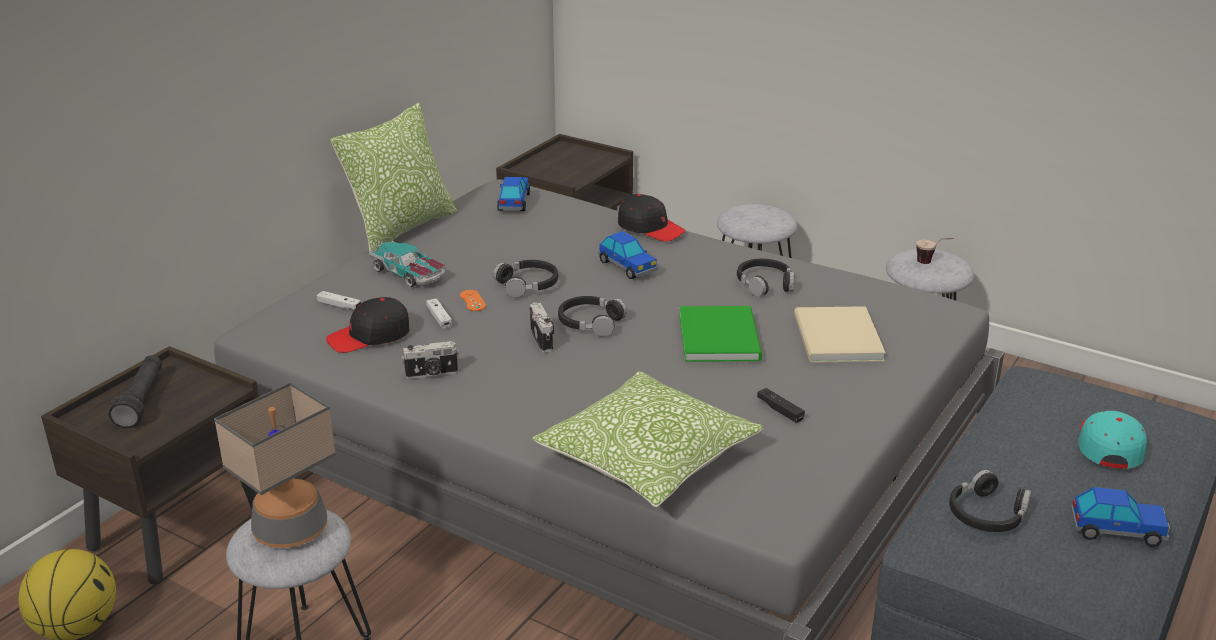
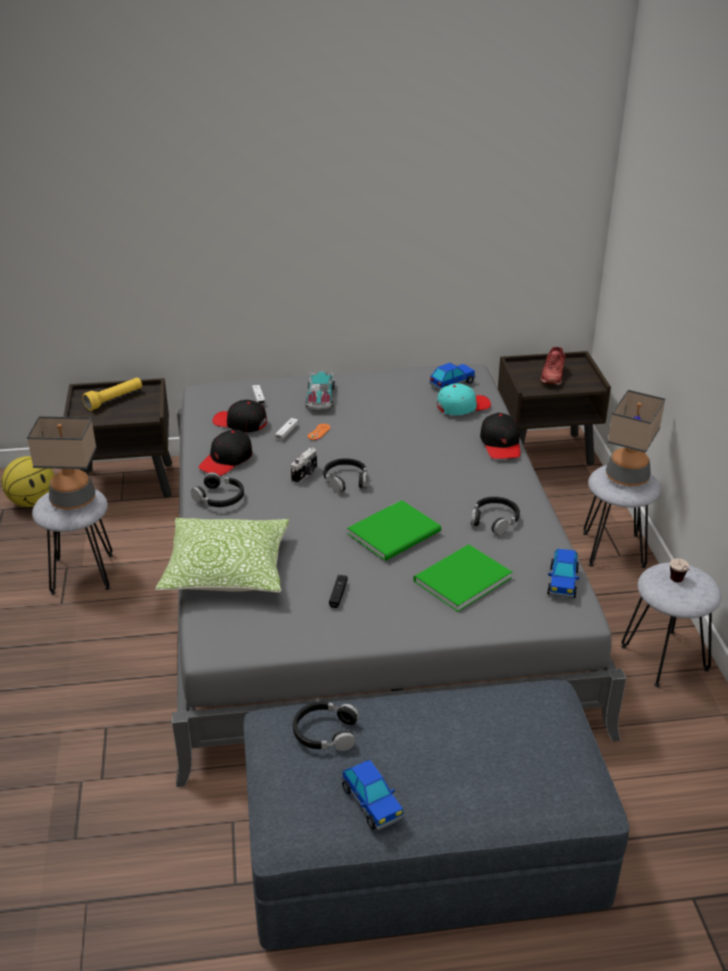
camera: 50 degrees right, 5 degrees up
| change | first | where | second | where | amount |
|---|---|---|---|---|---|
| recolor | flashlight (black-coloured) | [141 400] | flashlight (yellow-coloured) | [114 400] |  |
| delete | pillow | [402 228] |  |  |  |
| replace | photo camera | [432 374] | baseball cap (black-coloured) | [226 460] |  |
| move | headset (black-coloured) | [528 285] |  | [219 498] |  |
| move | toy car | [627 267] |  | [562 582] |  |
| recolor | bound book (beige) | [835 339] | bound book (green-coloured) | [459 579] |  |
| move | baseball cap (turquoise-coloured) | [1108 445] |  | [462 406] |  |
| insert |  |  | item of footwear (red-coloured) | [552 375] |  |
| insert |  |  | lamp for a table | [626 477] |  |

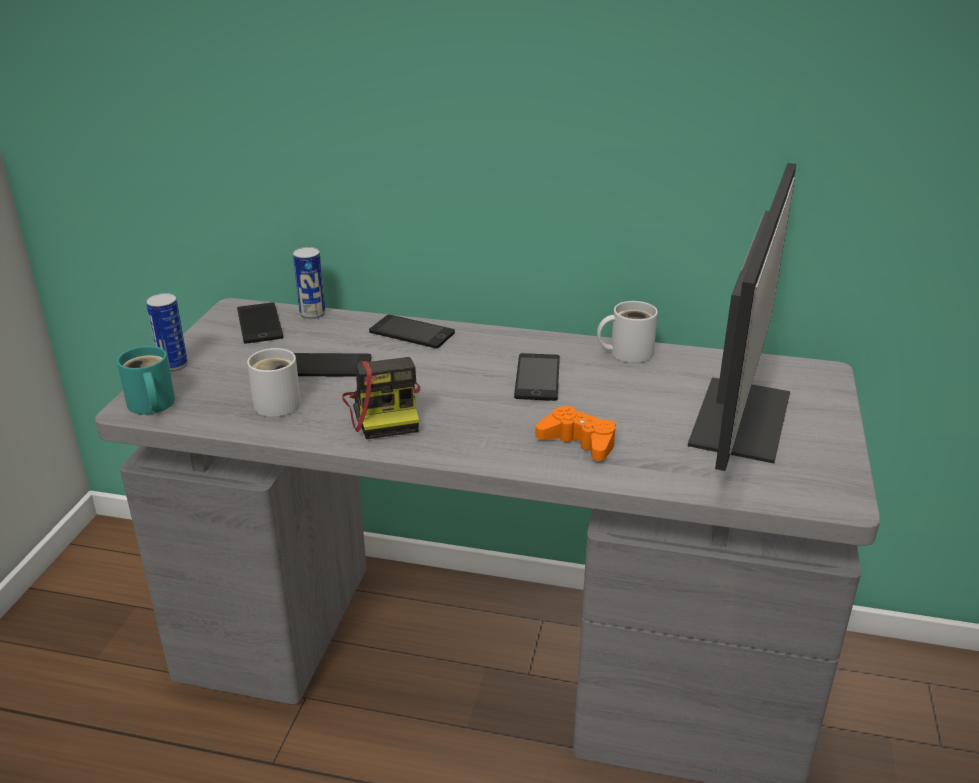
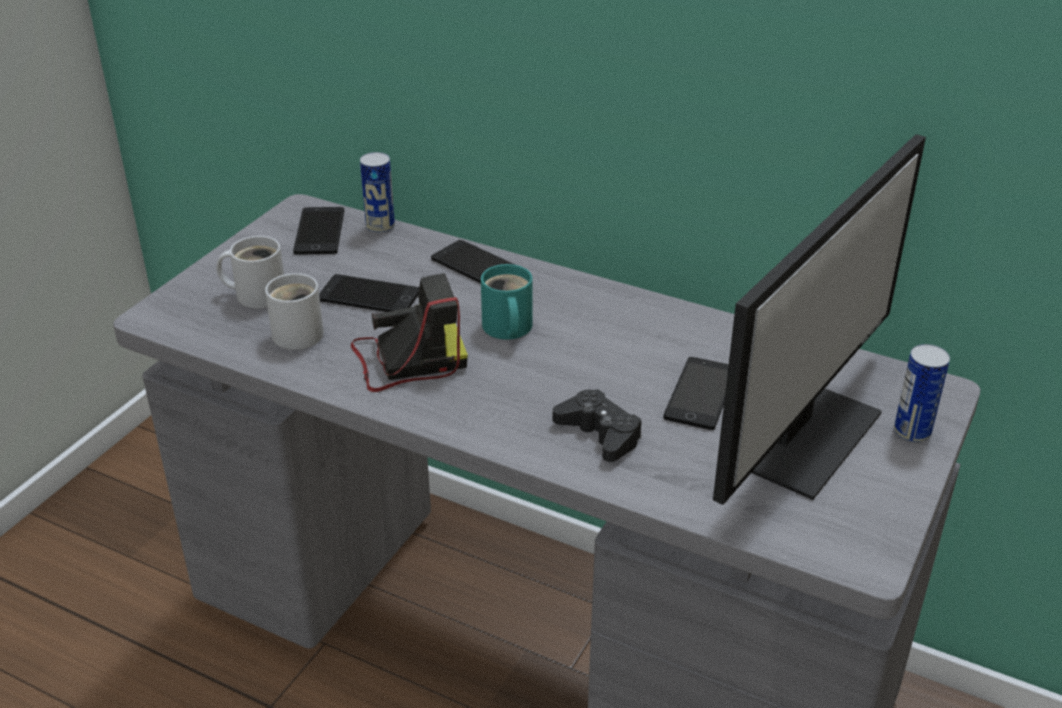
camera: 15 degrees right, 5 degrees up
| change | first | where | second | where | amount |
|---|---|---|---|---|---|
| move | mug (turquoise-coloured) | [150 405] |  | [506 328] |  |
| move | sealed can | [173 366] |  | [912 432] |  |
| rotate | photo camera | [385 411] |  | [407 360] | 105 degrees counterclockwise |
| move | telephone | [537 378] |  | [700 394] |  |
| recolor | joypad (orange) | [578 442] | joypad (black-coloured) | [599 433] |  |
| move | mug (white) | [627 352] |  | [257 293] |  |

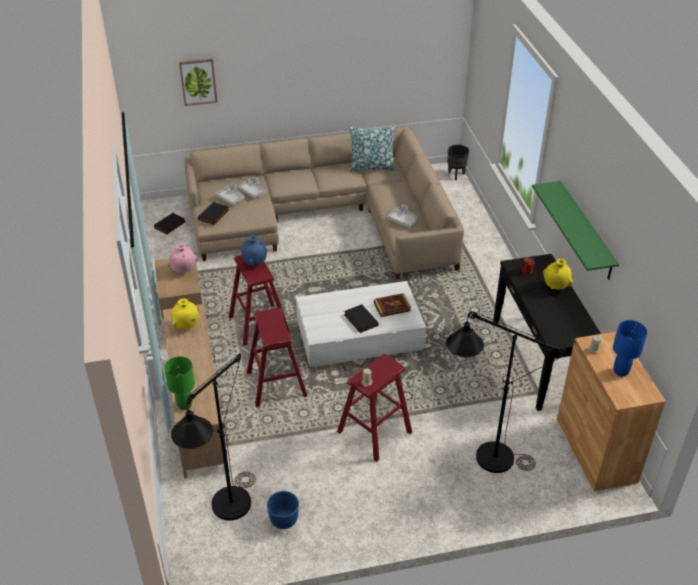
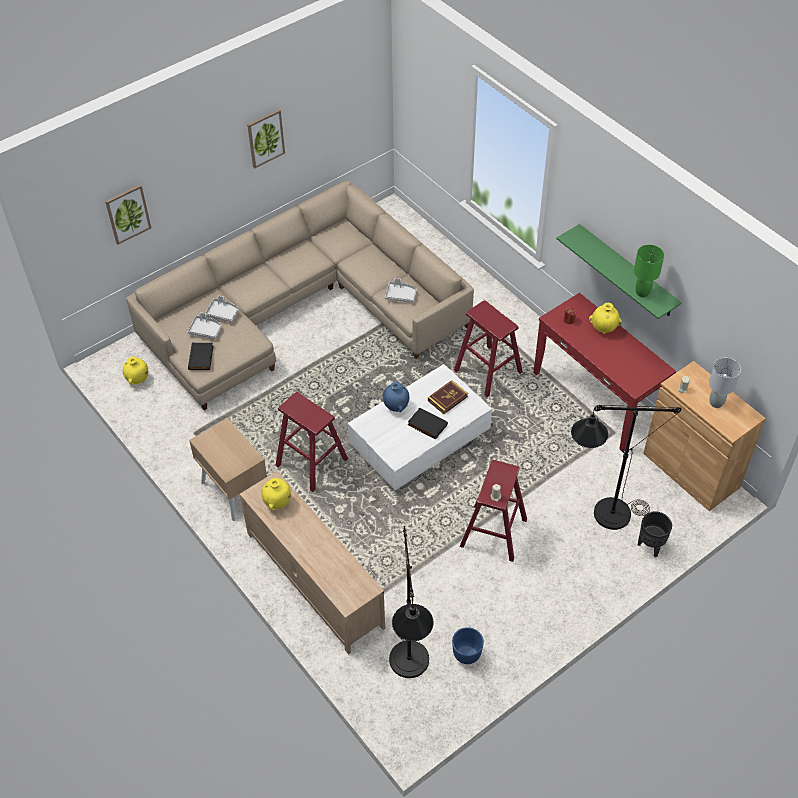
camera: 25 degrees left, 10 degrees up
| change | first | where | second | where | amount |
|---|---|---|---|---|---|
| replace | bound book (black-coloured) | [170 225] | decorative vase (yellow-coloured) | [138 380] |  |
| move | lamp for a table (green-coloured) | [184 405] |  | [642 293] |  |
| delete | decorative vase (pink-coloured) | [184 270] |  |  |  |
| move | decorative vase (blue) | [255 263] |  | [396 406] |  |
| move | stool (red-coloured) | [276 384] |  | [488 371] |  |
| delete | pillow | [371 166] |  |  |  |
| move | flower pot (black-coloured) | [456 175] |  | [650 546] |  |
| recolor | console table (black-coloured) | [539 360] | console table (red-coloured) | [596 398] |  |
| recolor | lamp for a table (blue) | [621 371] | lamp for a table (grey) | [716 403] |  |
| insert |  |  | wall art | [265 138] |  |

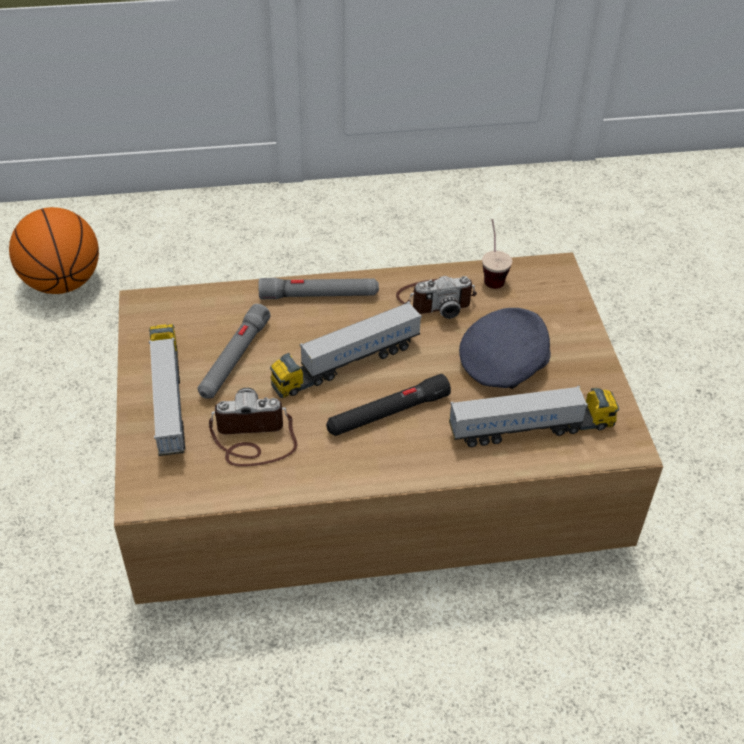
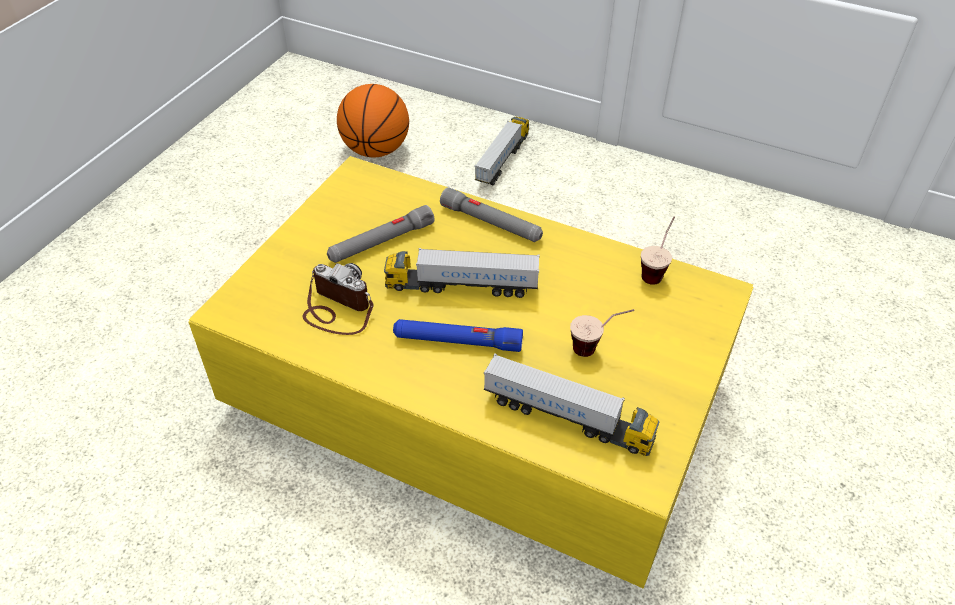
camera: 35 degrees right, 0 degrees up
| change | first | where | second | where | amount |
|---|---|---|---|---|---|
| recolor | lounge table (brown) | [367 471] | lounge table (yellow-coloured) | [474 395] |  |
| move | toy lorry | [169 401] |  | [502 160] |  |
| recolor | flashlight (black-coloured) | [388 413] | flashlight (blue) | [457 341] |  |
| delete | photo camera | [435 300] |  |  |  |
| replace | baseball cap (grey) | [503 361] | cup | [597 348] |  |

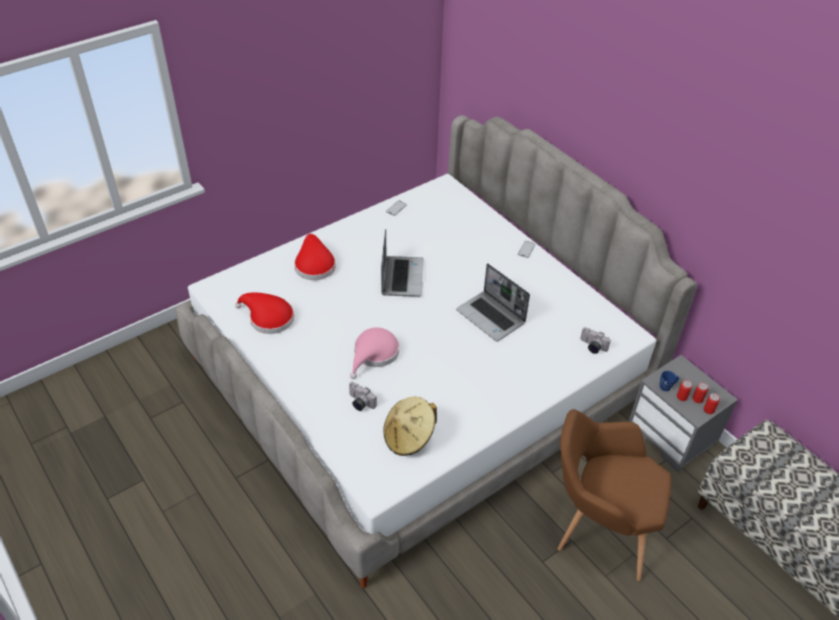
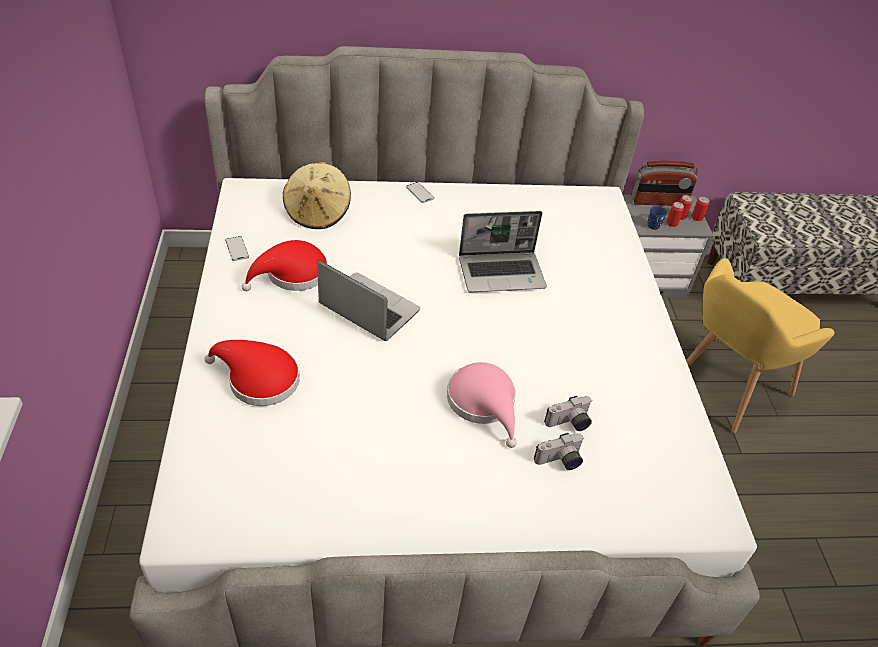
camera: 60 degrees left, 0 degrees up
| change | first | where | second | where | amount |
|---|---|---|---|---|---|
| move | hat (red-coloured) | [268 318] |  | [292 274] |  |
| move | hat (beige) | [409 437] |  | [318 213] |  |
| recolor | lounge chair (brown) | [597 529] | lounge chair (yellow-coloured) | [722 389] |  |
| move | photo camera | [592 347] |  | [569 424] |  |
| insert |  |  | radio receiver | [658 201] |  |

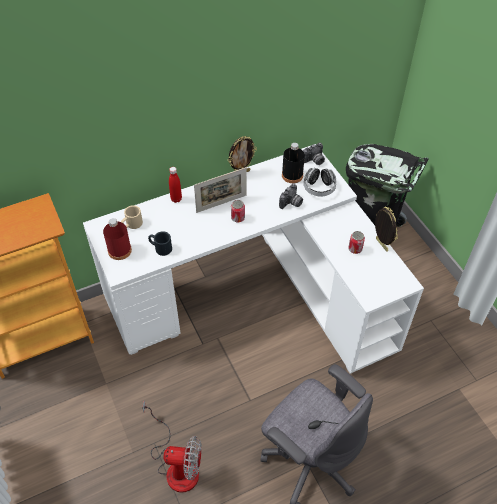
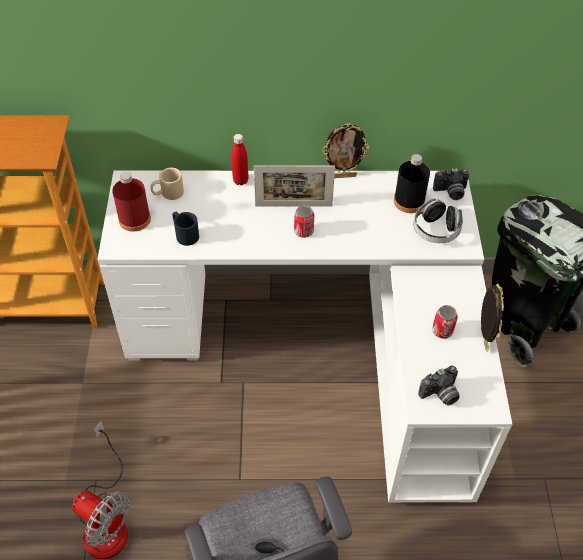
camera: 25 degrees right, 0 degrees up
| change | first | where | second | where | amount |
|---|---|---|---|---|---|
| move | photo camera | [291 203] |  | [440 395] |  |

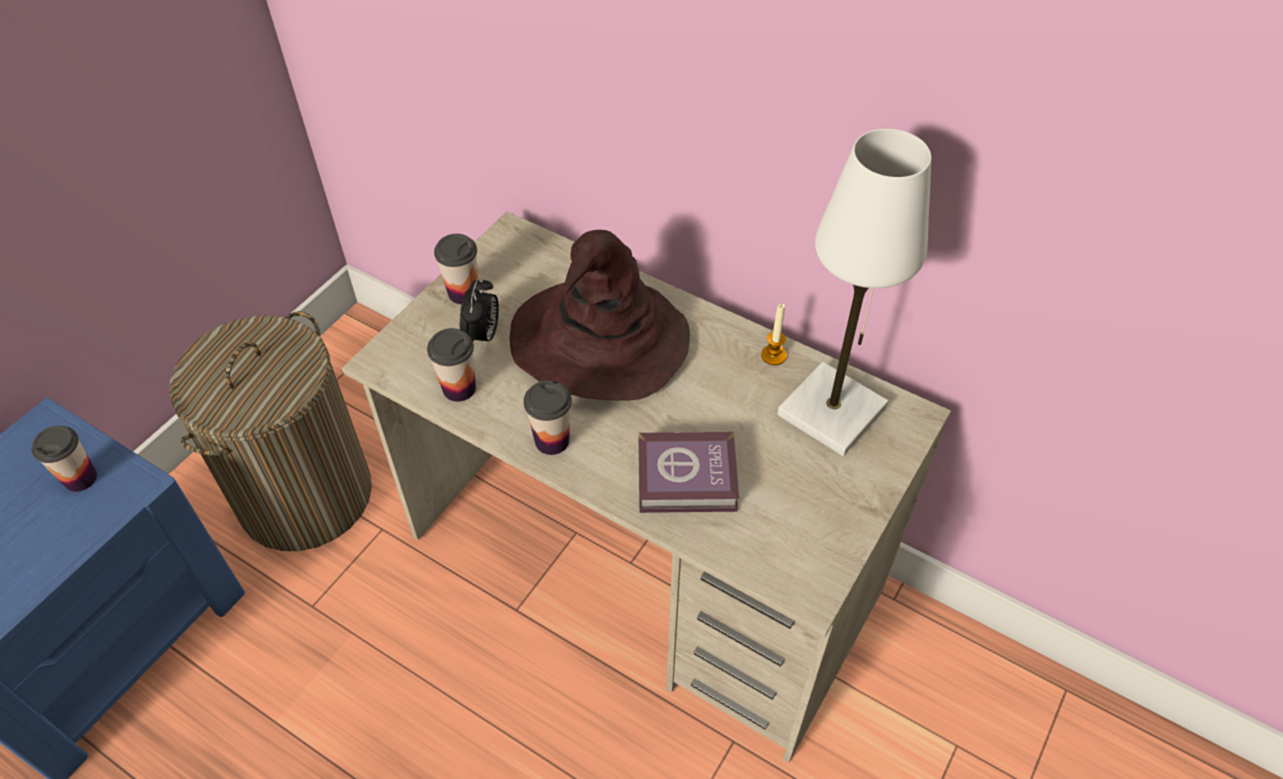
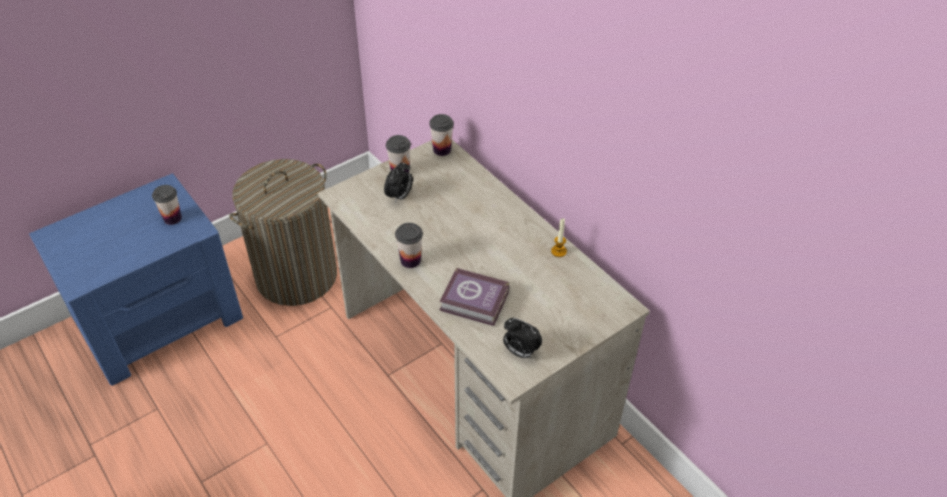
camera: 20 degrees right, 5 degrees down
| change | first | where | second | where | amount |
|---|---|---|---|---|---|
| move | cup | [459 388] |  | [442 150] |  |
| delete | hat (brown) | [598 342] |  |  |  |
| delete | lamp for a table (white) | [832 411] |  |  |  |
| insert |  |  | table clock | [520 352] |  |

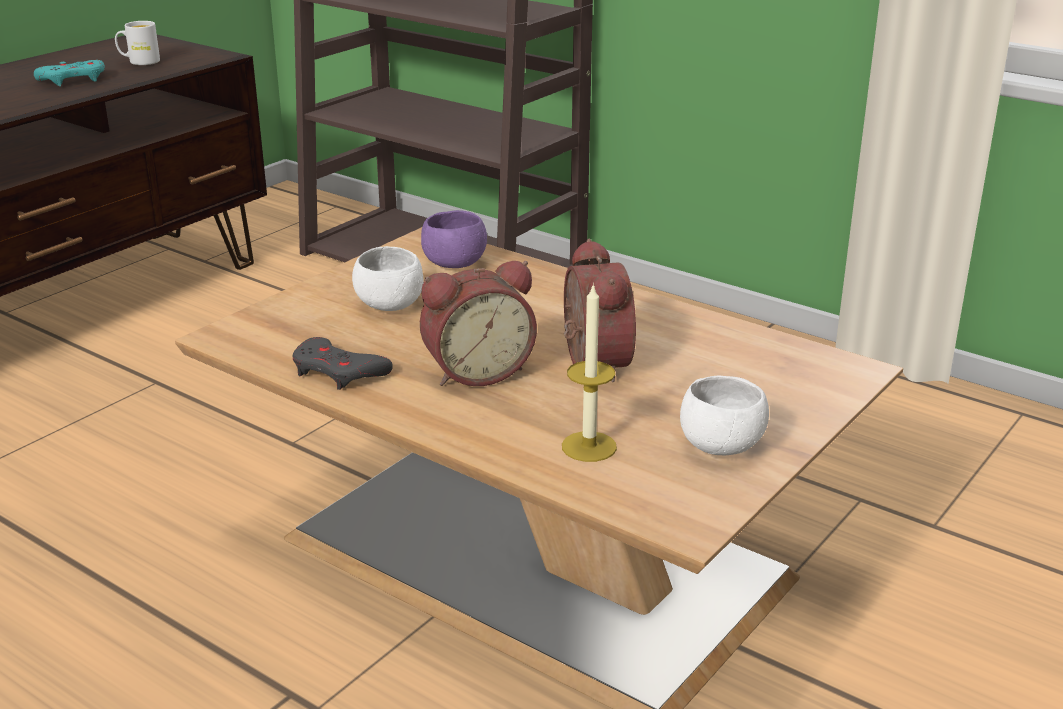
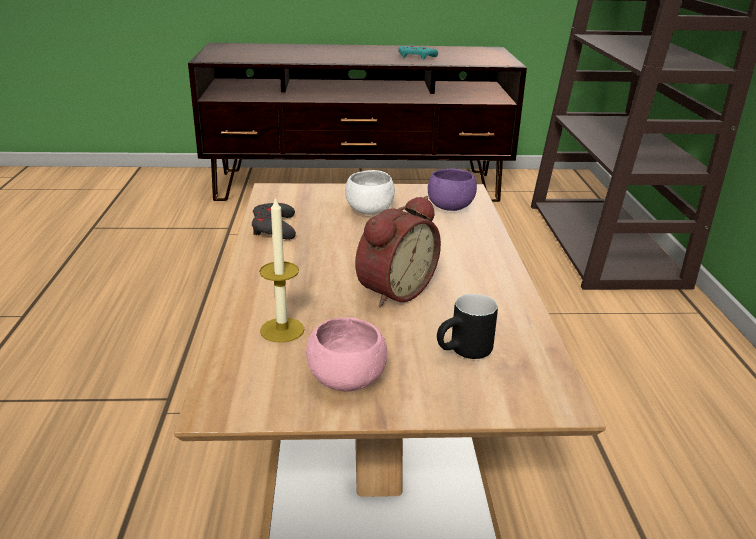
camera: 50 degrees right, 0 degrees up
| change | first | where | second | where | amount |
|---|---|---|---|---|---|
| delete | mug (white) | [139 62] |  |  |  |
| delete | table clock | [476 371] |  |  |  |
| recolor | bowl (white) | [721 446] | bowl (pink-coloured) | [347 380] |  |
| insert |  |  | mug (black-coloured) | [465 354] |  |

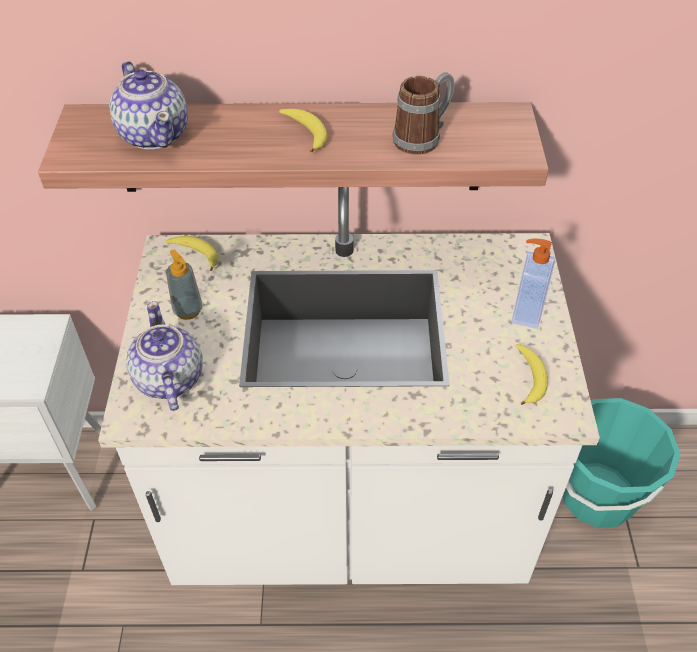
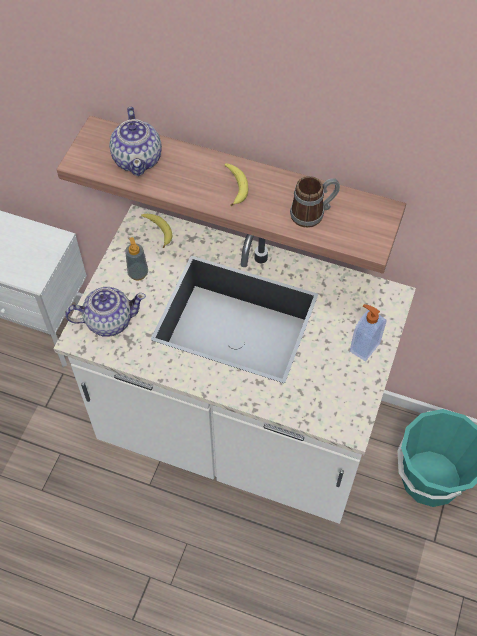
camera: 20 degrees right, 10 degrees up
| change | first | where | second | where | amount |
|---|---|---|---|---|---|
| rotate | pot for tea | [168 379] |  | [108 320] | 75 degrees clockwise |
| delete | banana fruit | [529 378] |  |  |  |

